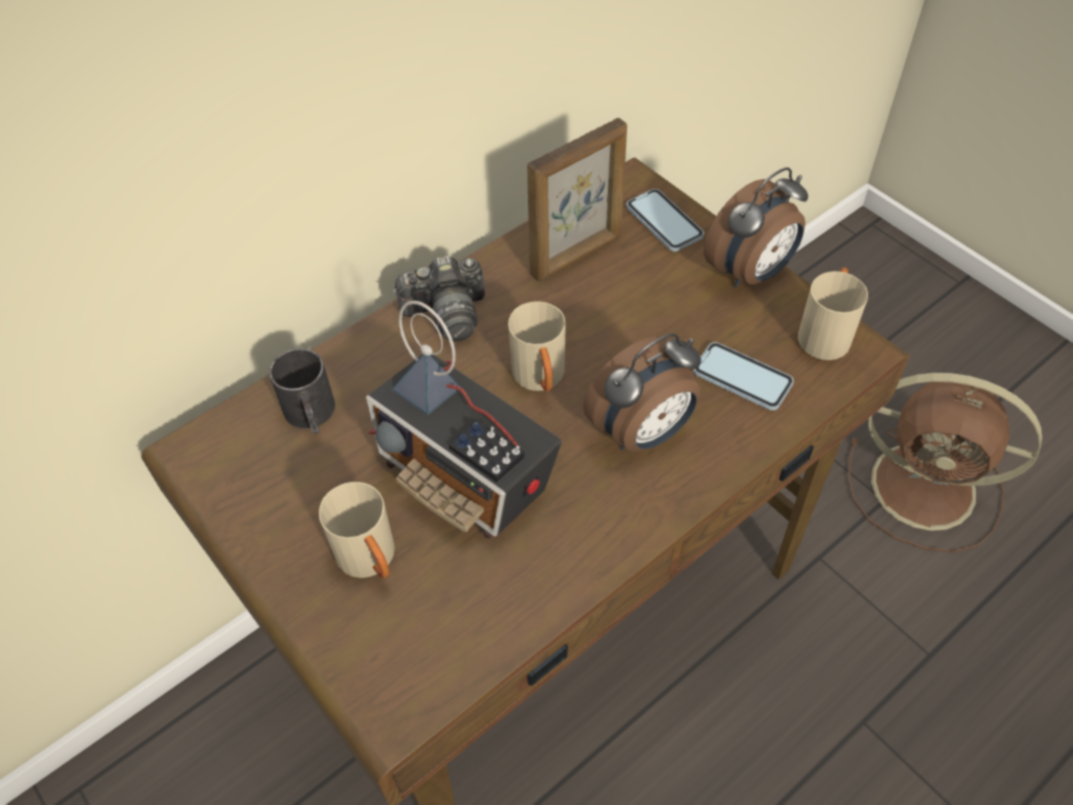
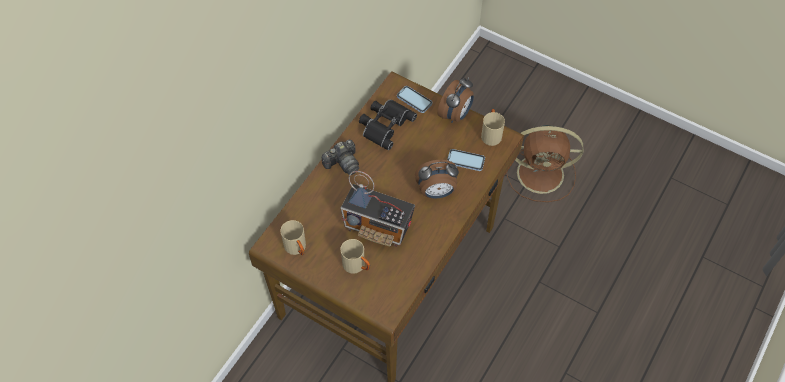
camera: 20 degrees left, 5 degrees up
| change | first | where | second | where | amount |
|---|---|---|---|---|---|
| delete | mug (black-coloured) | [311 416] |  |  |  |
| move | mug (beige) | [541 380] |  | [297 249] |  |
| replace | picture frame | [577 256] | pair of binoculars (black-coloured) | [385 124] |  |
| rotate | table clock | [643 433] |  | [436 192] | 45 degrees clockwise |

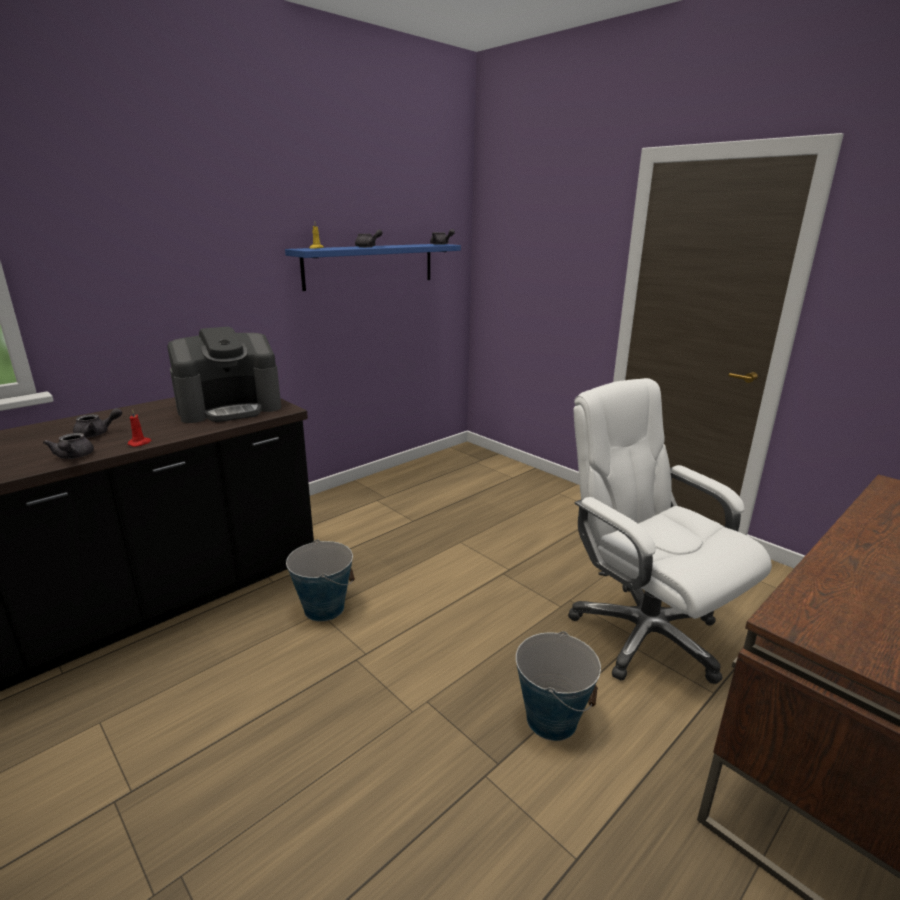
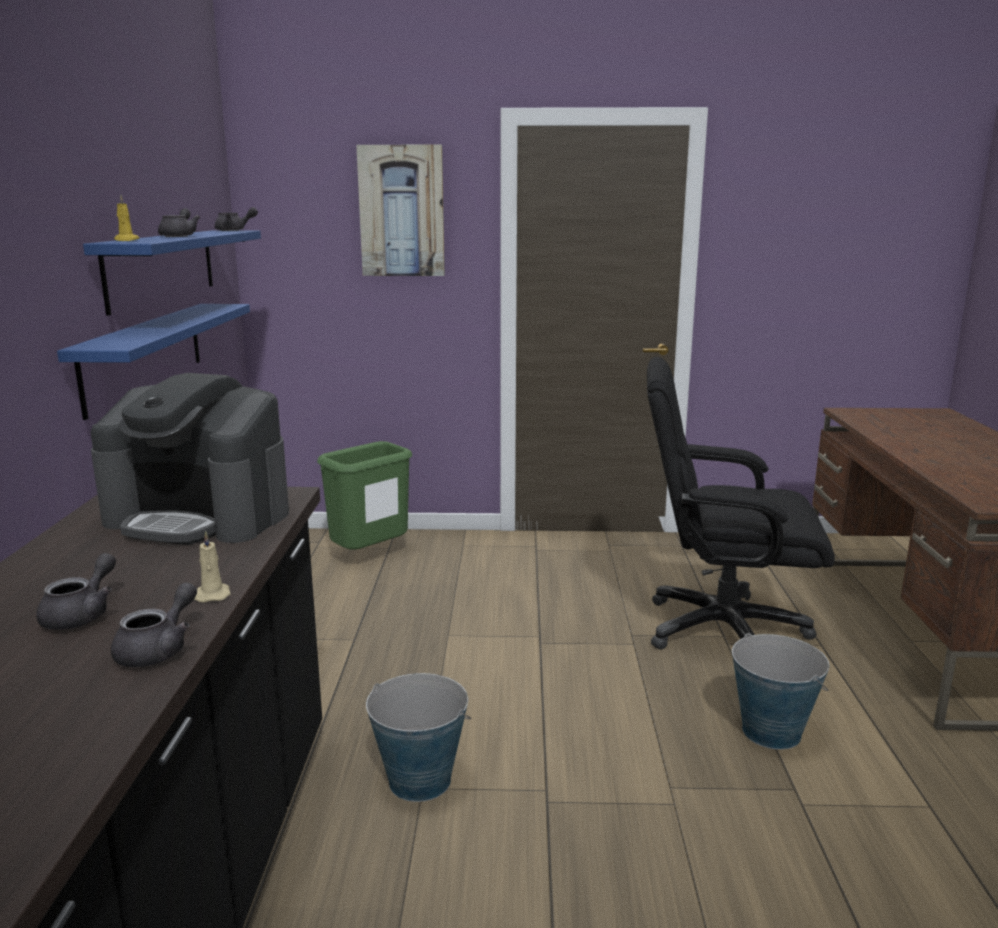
camera: 45 degrees left, 5 degrees down
| change | first | where | second | where | amount |
|---|---|---|---|---|---|
| rotate | pot for tea (grey) | [73 457] |  | [159 649] | 90 degrees counterclockwise |
| recolor | wax candle (red-coloured) | [140 443] | wax candle (beige) | [212 594] |  |
| rotate | coffee machine | [230 408] |  | [200 516] | 90 degrees clockwise |
| recolor | computer chair (white) | [644 633] | computer chair (black-coloured) | [722 630] |  |
| insert |  |  | bracket shelf (blue) | [145 355] |  |
| insert |  |  | trash can (green-coloured) | [370 557] |  |
| insert |  |  | wall art | [402 211] |  |

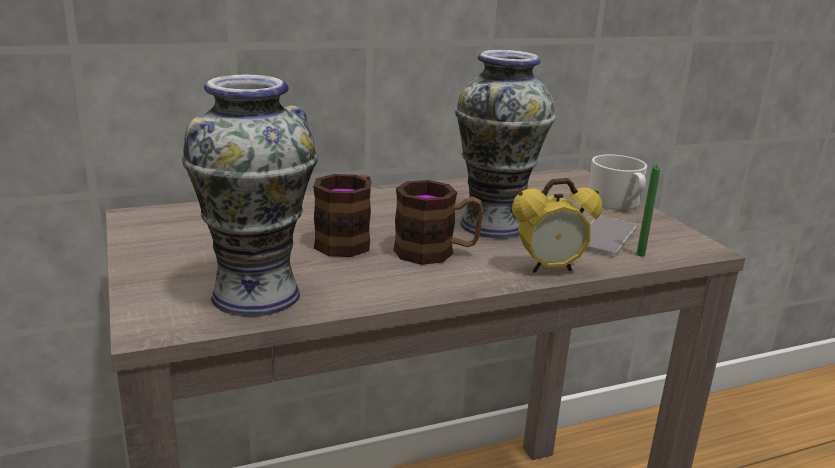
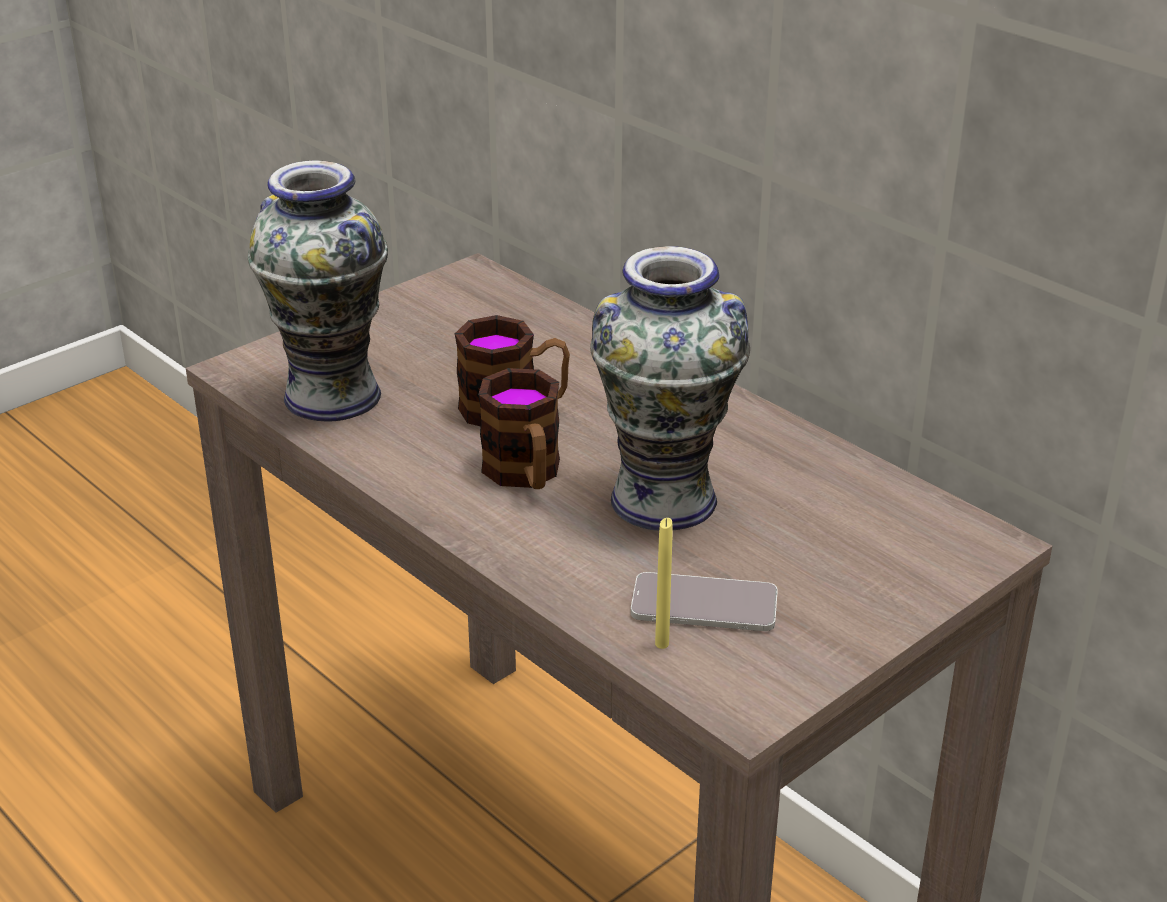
camera: 70 degrees right, 10 degrees up
| change | first | where | second | where | amount |
|---|---|---|---|---|---|
| delete | table clock | [549 268] |  |  |  |
| delete | mug (white) | [617 204] |  |  |  |
| recolor | wax candle (green-coloured) | [640 254] | wax candle (yellow-coloured) | [662 644] |  |

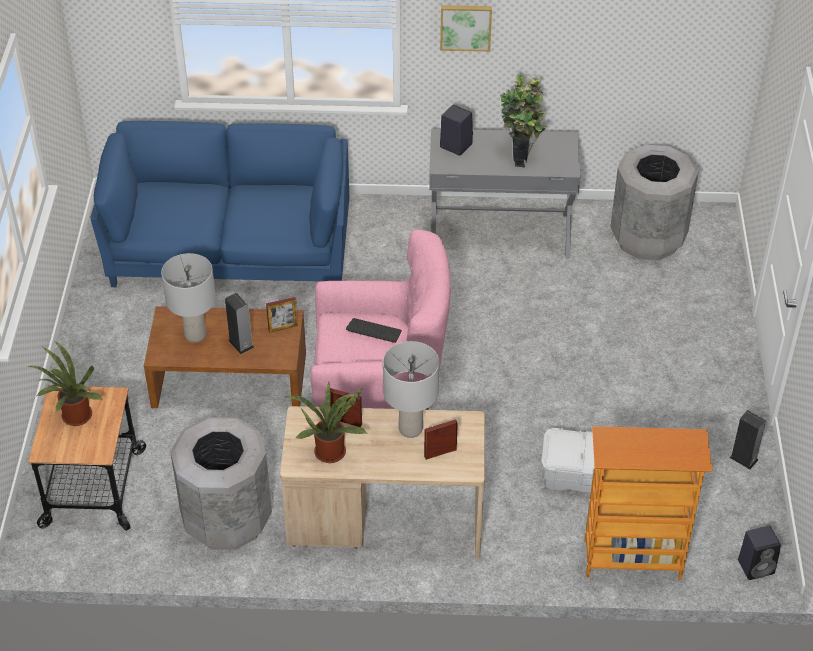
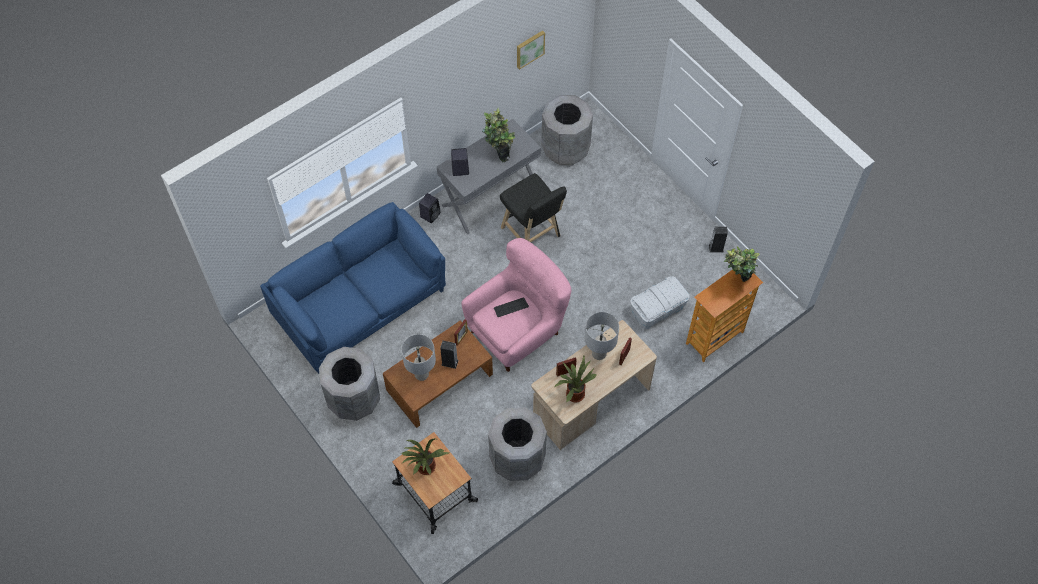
camera: 40 degrees left, 15 degrees up
| change | first | where | second | where | amount |
|---|---|---|---|---|---|
| move | wall art | [465 26] |  | [529 48] |  |
| move | audio speaker (black-coloured) | [756 566] |  | [430 214] |  |
| insert |  |  | trash can (grey) | [354 399] |  |
| insert |  |  | stool (black-coloured) | [532 234] |  |
| insert |  |  | plant in a pot | [736 281] |  |

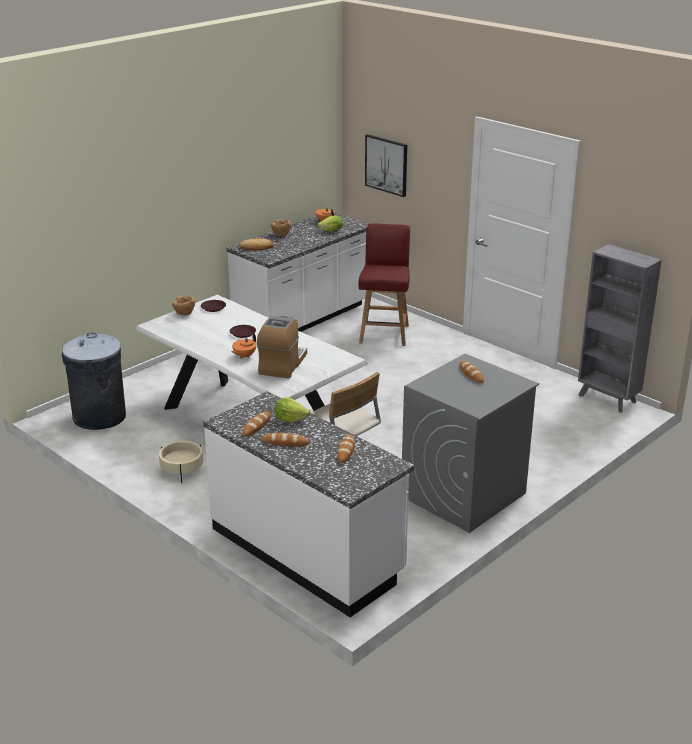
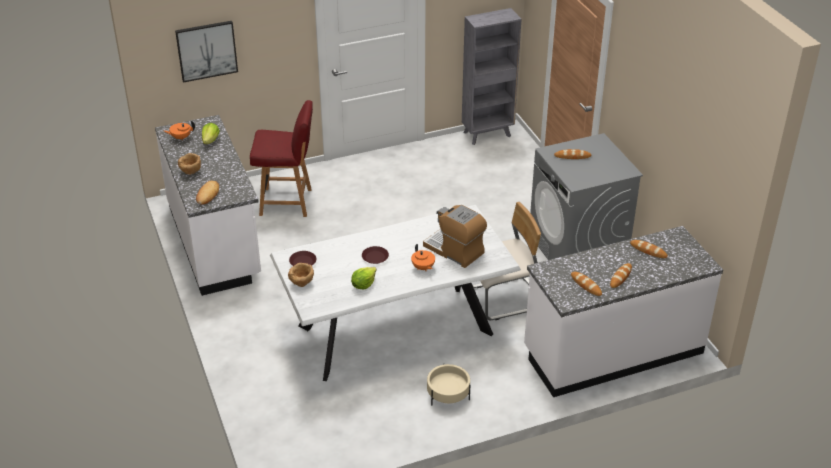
camera: 65 degrees left, 10 degrees up
| change | first | where | second | where | amount |
|---|---|---|---|---|---|
| delete | trash can (grey) | [99 417] |  |  |  |
| move | head of lettuce | [290 419] |  | [363 284] |  |
| rotate | plain chair (red-coloured) | [384 333] |  | [287 202] | 150 degrees clockwise |

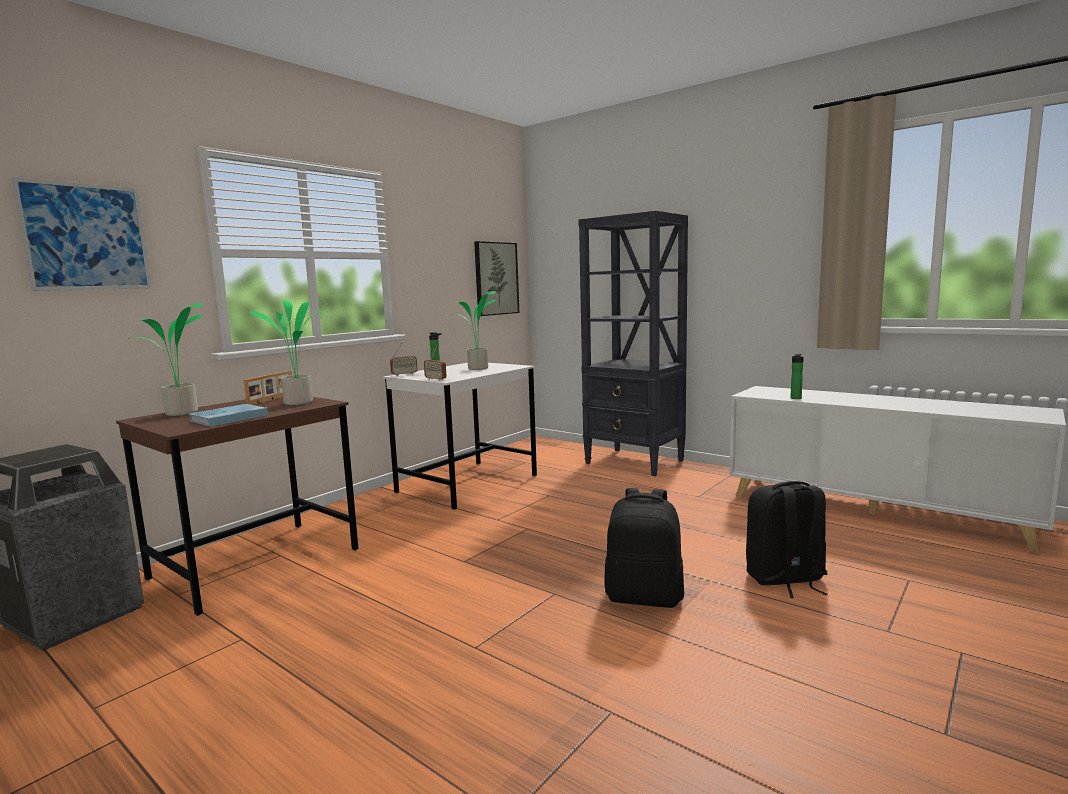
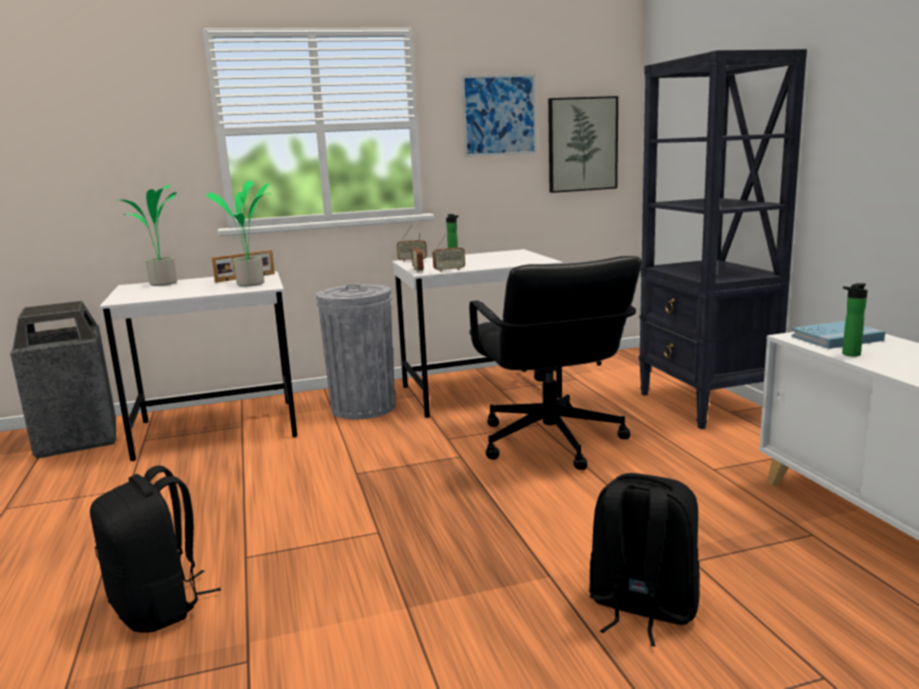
camera: 35 degrees right, 5 degrees up
| change | first | where | second | where | amount |
|---|---|---|---|---|---|
| move | wall art | [86 237] |  | [499 115] |  |
| recolor | desk (brown) | [256 563] | desk (white) | [218 429] |  |
| move | bound book (blue) | [229 418] |  | [836 338] |  |
| delete | plant in a pot | [478 369] |  |  |  |
| move | rucksack (black-coloured) | [644 597] |  | [159 607] |  |
| insert |  |  | trash can (grey) | [363 407] |  |
| insert |  |  | radio receiver | [449 270] |  |
| insert |  |  | computer chair (black-coloured) | [550 442] |  |

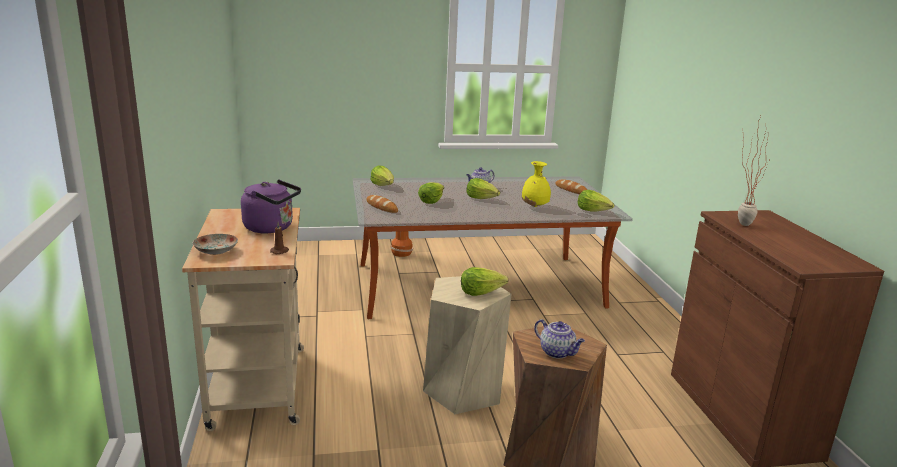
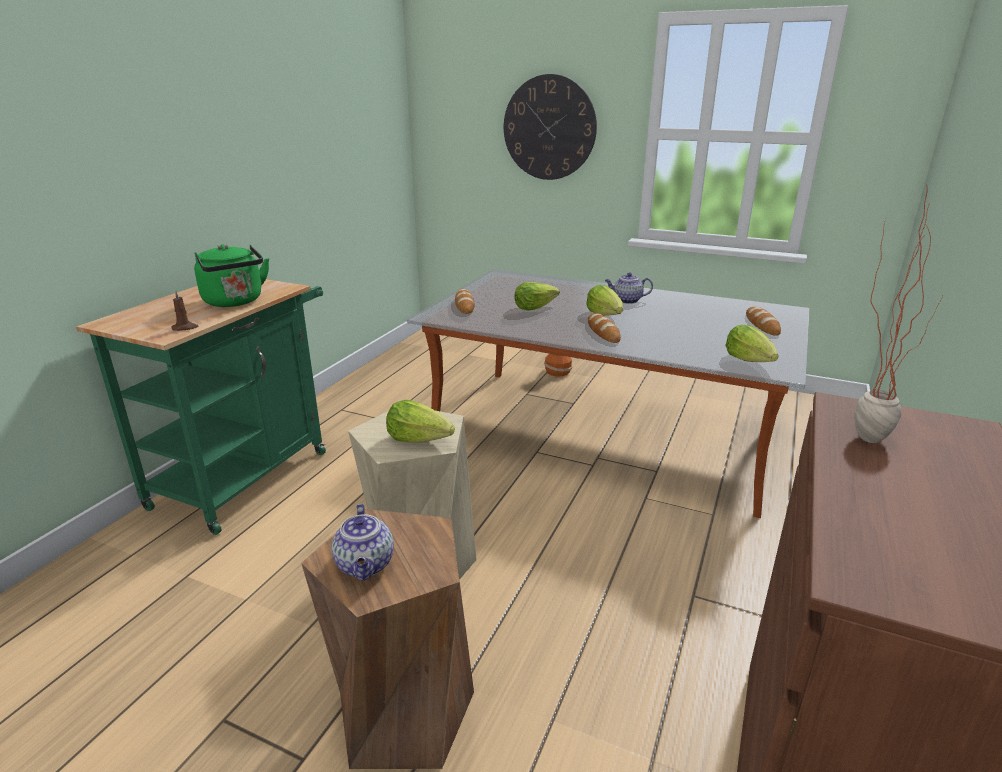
camera: 35 degrees right, 5 degrees up
| change | first | where | second | where | amount |
|---|---|---|---|---|---|
| recolor | cart (beige) | [258 381] | cart (green-coloured) | [248 473] |  |
| delete | dinner plate | [215 251] |  |  |  |
| recolor | kettle (purplish) | [272 228] | kettle (green-coloured) | [235 302] |  |
| delete | head of lettuce | [383 185] |  |  |  |
| delete | decorative vase (yellow-coloured) | [535 207] |  |  |  |
| insert |  |  | clock on the wall | [549 128] |  |
| insert |  |  | bakery bread | [603 331] |  |

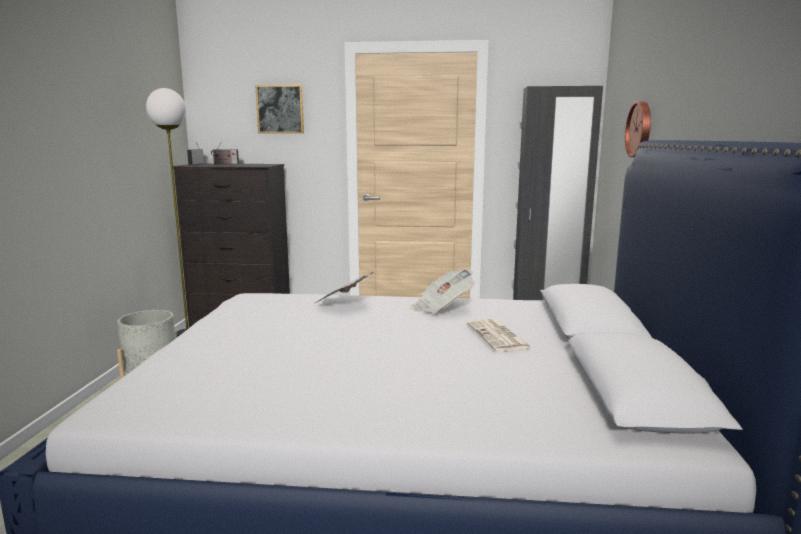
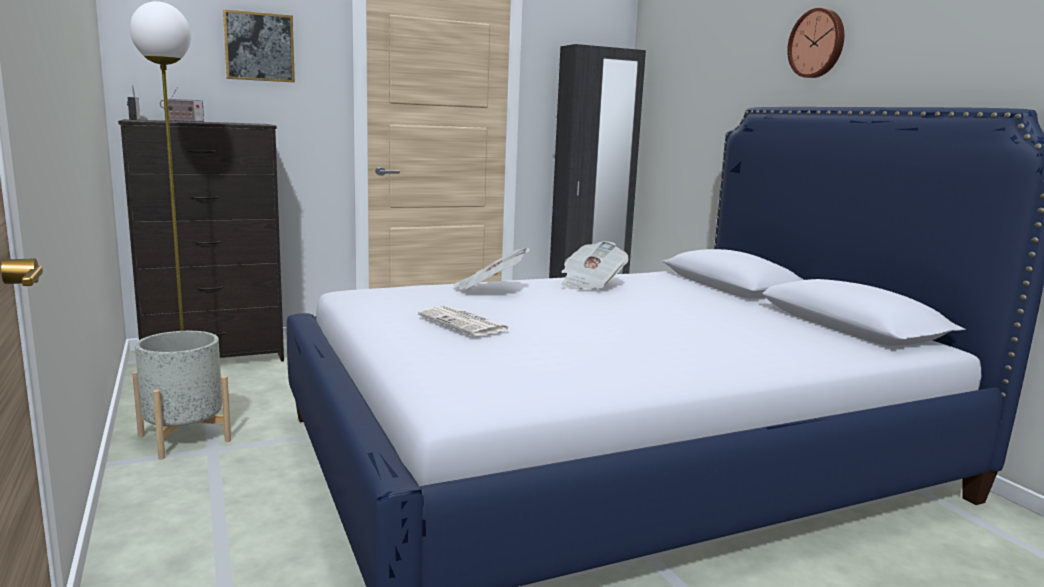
camera: 30 degrees left, 0 degrees up
| change | first | where | second | where | amount |
|---|---|---|---|---|---|
| move | newspaper | [499 336] |  | [465 323] |  |
| move | clock on the wall | [640 129] |  | [818 43] |  |

